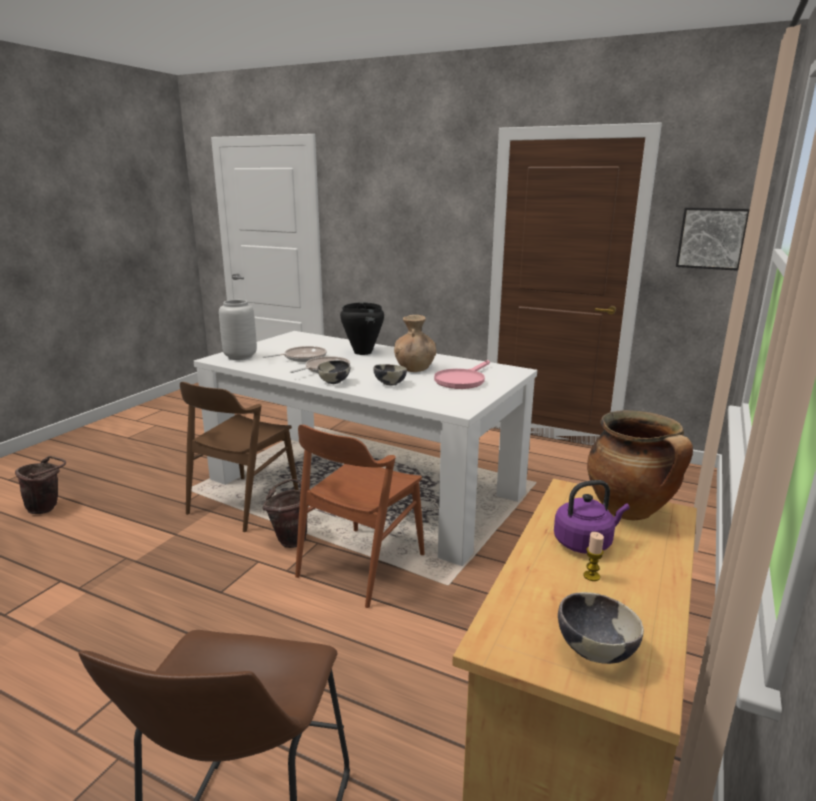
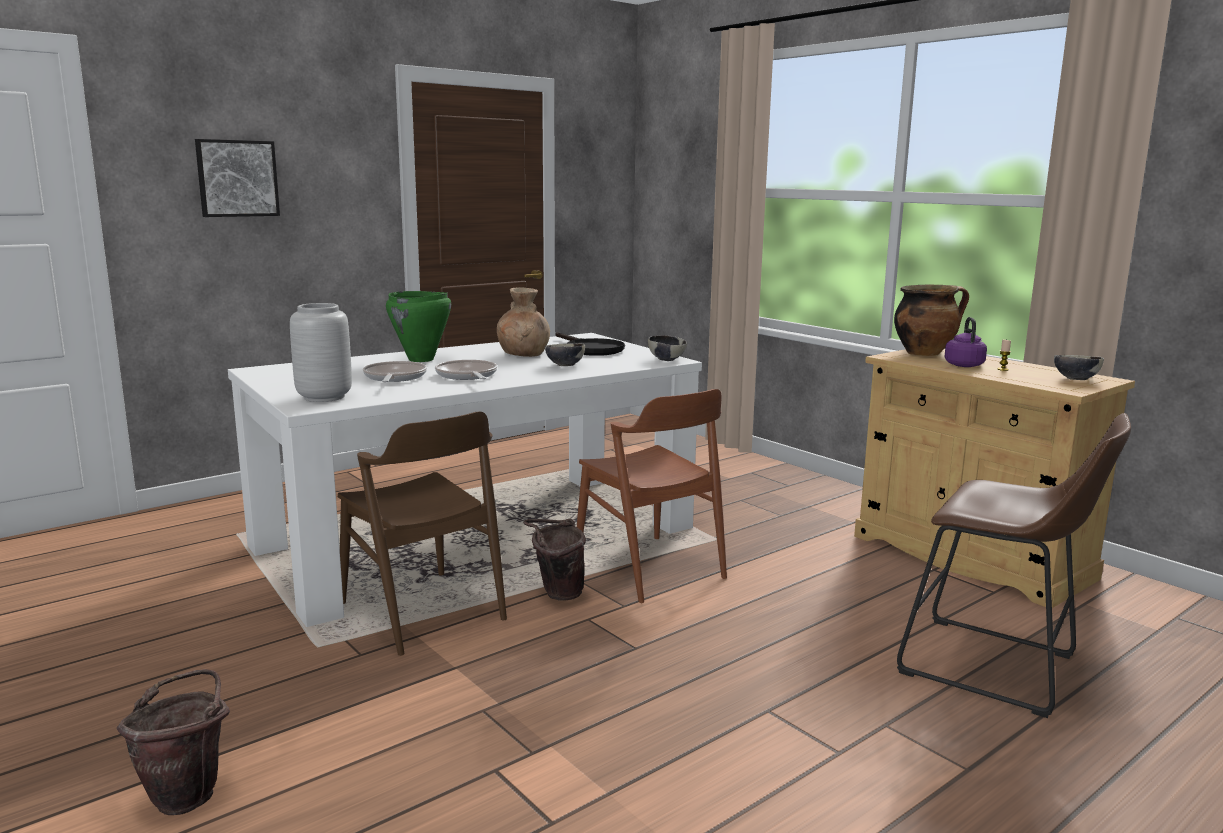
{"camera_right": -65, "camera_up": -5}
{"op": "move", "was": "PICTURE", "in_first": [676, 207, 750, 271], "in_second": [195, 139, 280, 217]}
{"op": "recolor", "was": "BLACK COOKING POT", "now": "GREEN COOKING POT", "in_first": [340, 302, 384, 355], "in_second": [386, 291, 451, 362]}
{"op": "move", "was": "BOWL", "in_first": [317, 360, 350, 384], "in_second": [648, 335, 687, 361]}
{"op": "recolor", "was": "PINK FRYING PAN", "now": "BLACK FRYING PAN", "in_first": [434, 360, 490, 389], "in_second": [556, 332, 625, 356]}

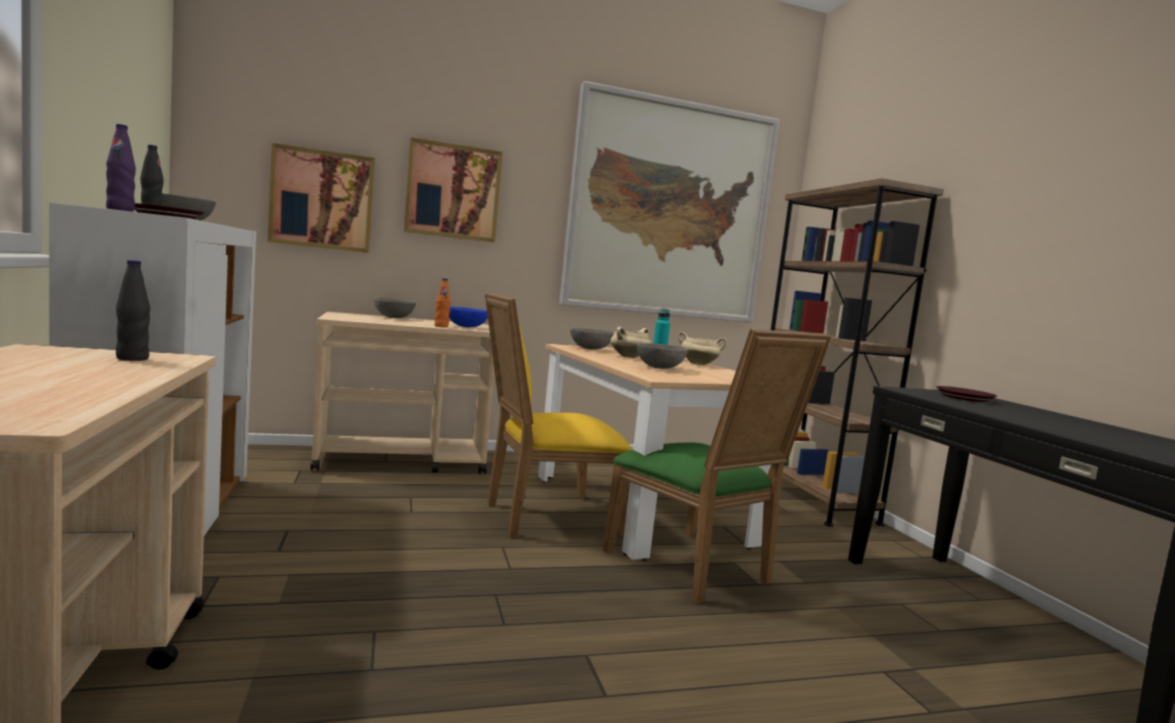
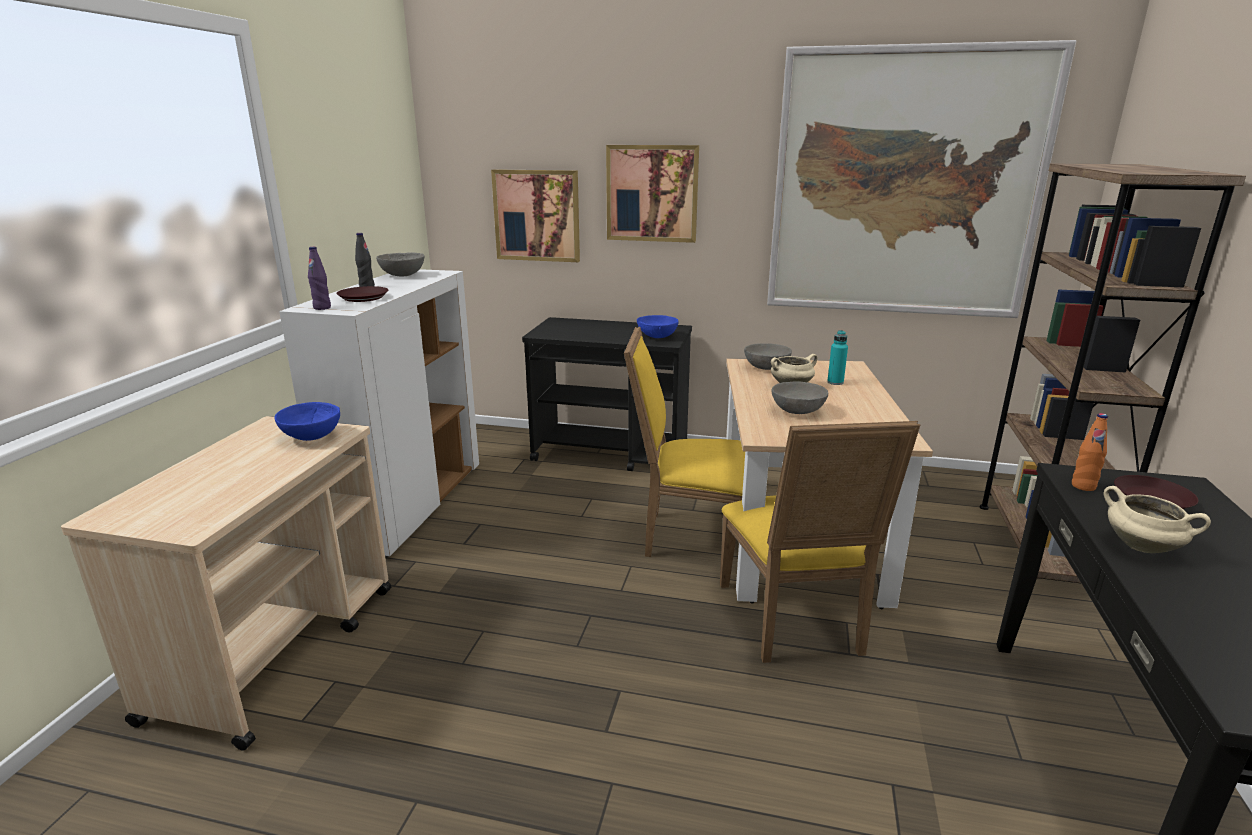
{"camera_right": 30, "camera_up": 15}
{"op": "replace", "was": "BLACK BOTTLE", "now": "BLUE BOWL", "in_first": [116, 260, 150, 361], "in_second": [274, 402, 340, 441]}
{"op": "move", "was": "ORANGE BOTTLE", "in_first": [435, 278, 450, 328], "in_second": [1072, 413, 1108, 491]}
{"op": "delete", "was": "GREY BOWL", "in_first": [374, 298, 416, 318]}
{"op": "recolor", "was": "BEIGE CART", "now": "BLACK CART", "in_first": [310, 312, 494, 474], "in_second": [522, 317, 692, 471]}
{"op": "recolor", "was": "GREEN CHAIR", "now": "YELLOW CHAIR", "in_first": [603, 329, 831, 604], "in_second": [720, 421, 921, 663]}
{"op": "move", "was": "BEIGE COOKING POT", "in_first": [678, 332, 727, 365], "in_second": [1103, 486, 1211, 553]}

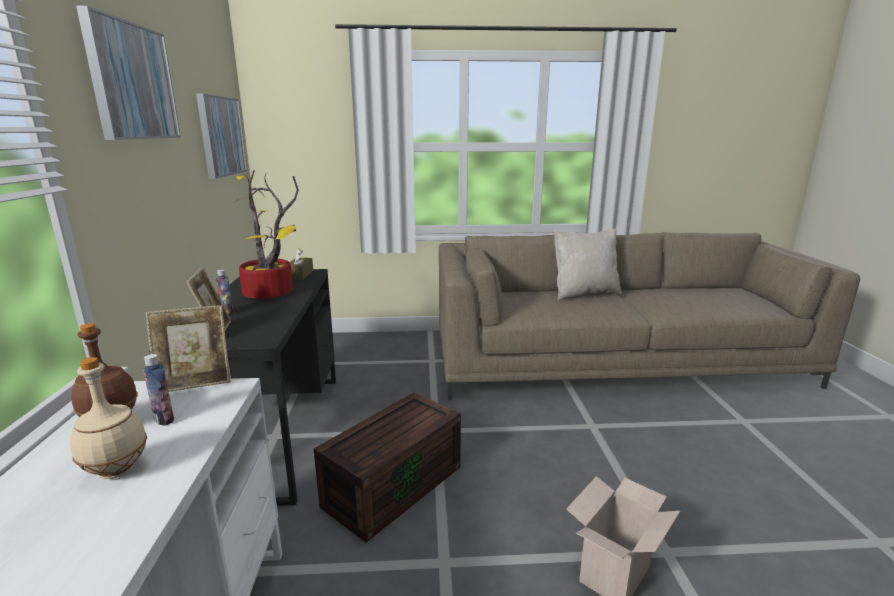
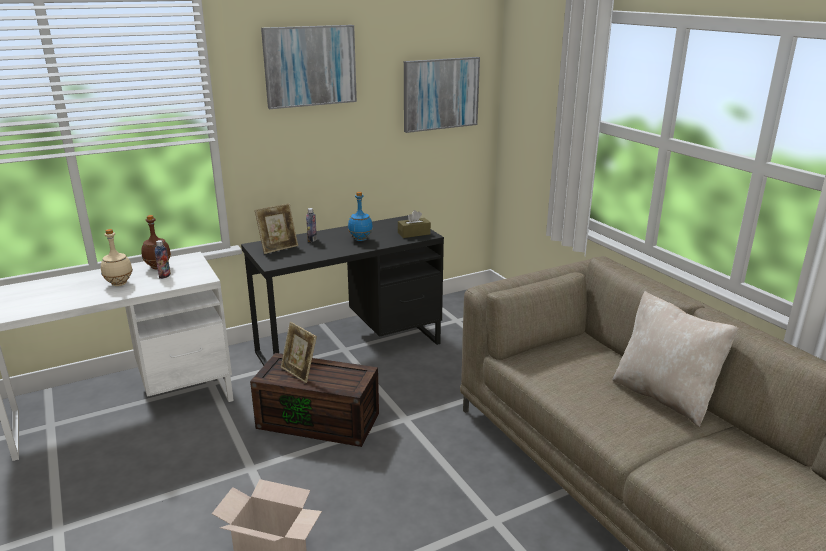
{"camera_right": 65, "camera_up": 5}
{"op": "replace", "was": "POTTED PLANT", "now": "BLUE BOTTLE", "in_first": [235, 170, 299, 299], "in_second": [348, 192, 373, 241]}
{"op": "move", "was": "PICTURE FRAME", "in_first": [146, 305, 231, 392], "in_second": [281, 322, 317, 383]}

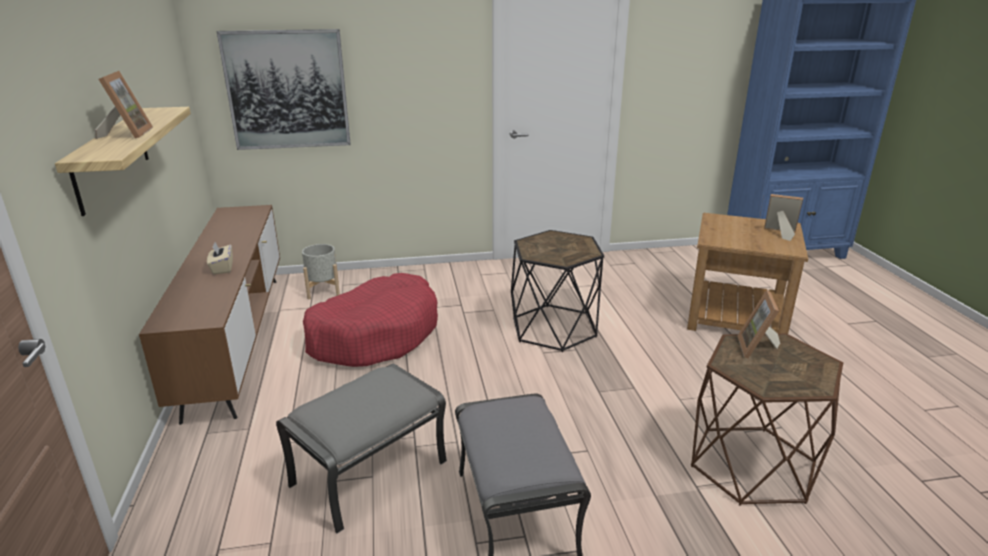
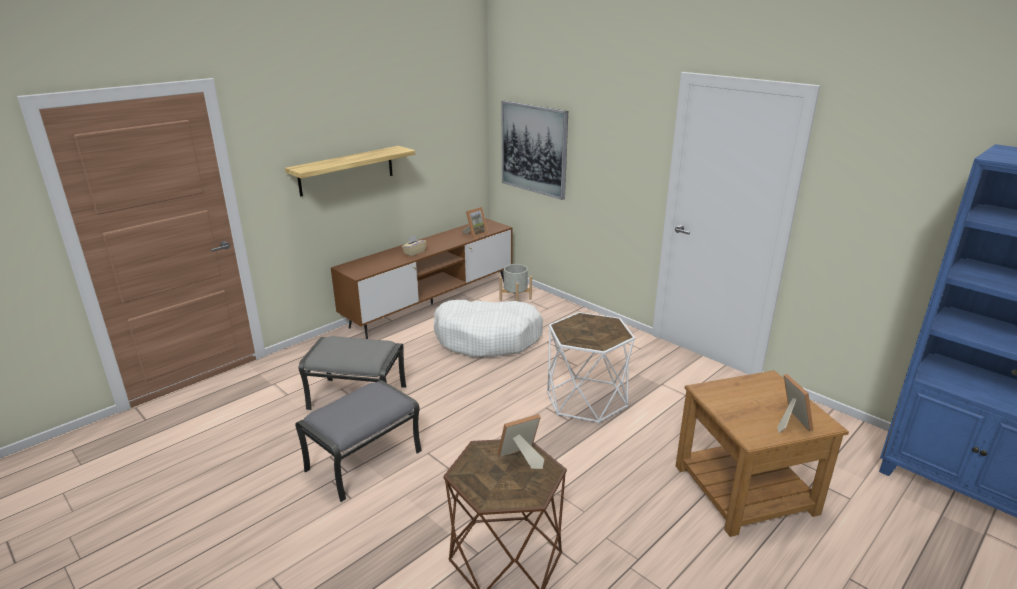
{"camera_right": 55, "camera_up": 0}
{"op": "move", "was": "PICTURE FRAME", "in_first": [95, 71, 153, 139], "in_second": [463, 207, 489, 239]}
{"op": "recolor", "was": "BLACK SIDE TABLE", "now": "WHITE SIDE TABLE", "in_first": [511, 230, 604, 352], "in_second": [547, 312, 635, 424]}
{"op": "recolor", "was": "RED DOG BED", "now": "WHITE DOG BED", "in_first": [303, 273, 438, 367], "in_second": [434, 299, 543, 358]}

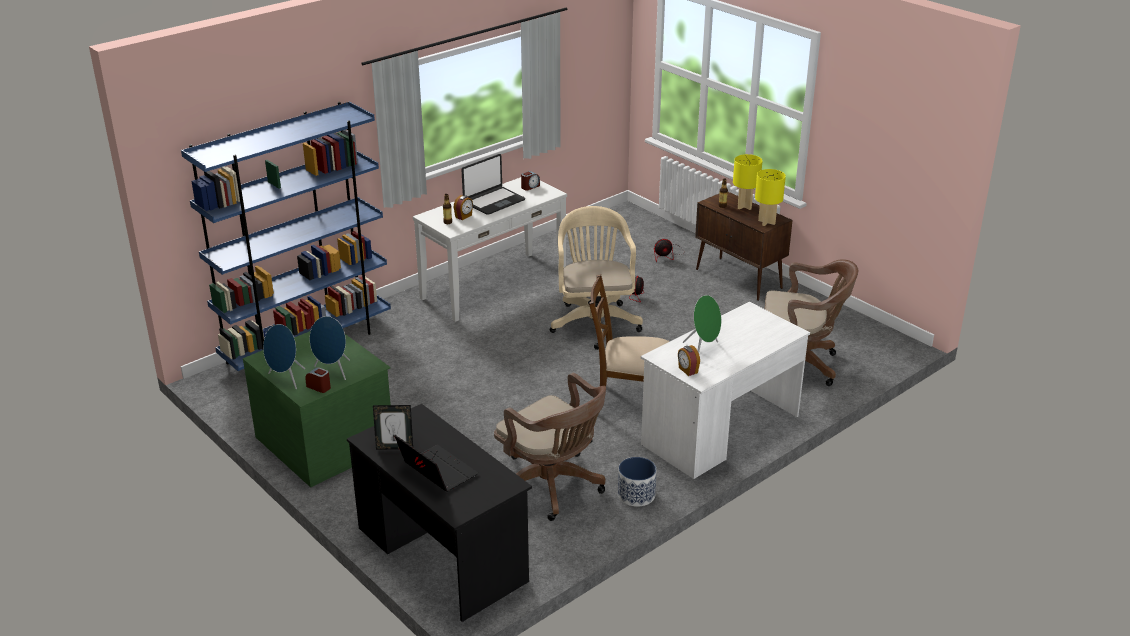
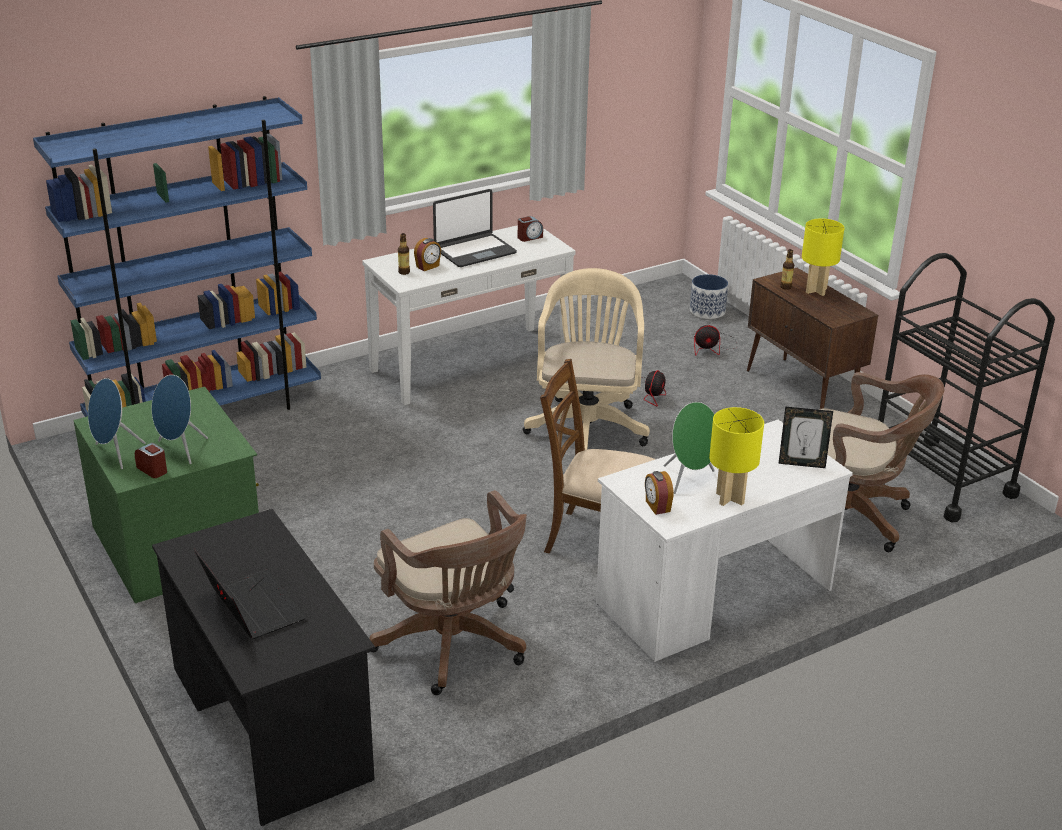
{"camera_right": 10, "camera_up": 0}
{"op": "move", "was": "YELLOW TABLE LAMP", "in_first": [755, 169, 786, 226], "in_second": [709, 407, 764, 506]}
{"op": "move", "was": "PICTURE FRAME", "in_first": [373, 405, 413, 450], "in_second": [778, 406, 833, 468]}
{"op": "move", "was": "PLANTER", "in_first": [618, 457, 657, 507], "in_second": [690, 274, 728, 319]}
{"op": "insert", "now": "BLACK CART", "in_second": [878, 253, 1055, 523]}

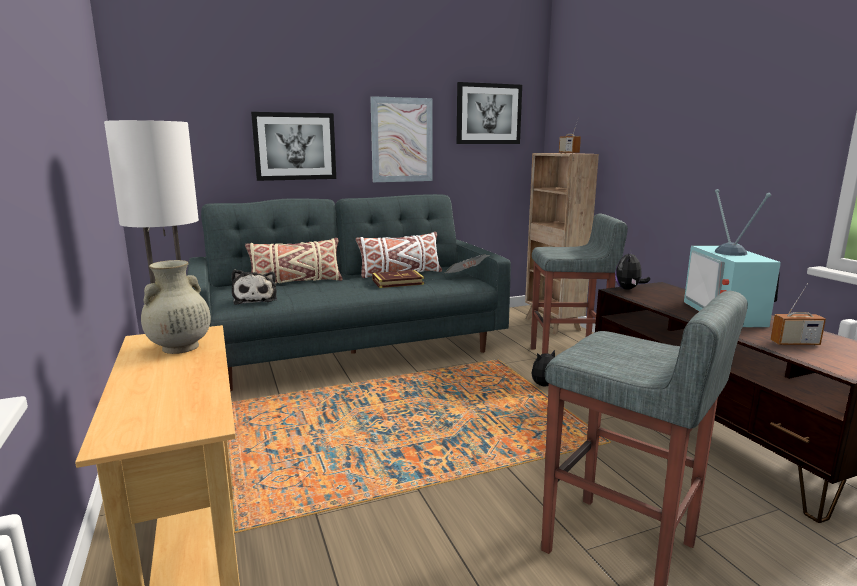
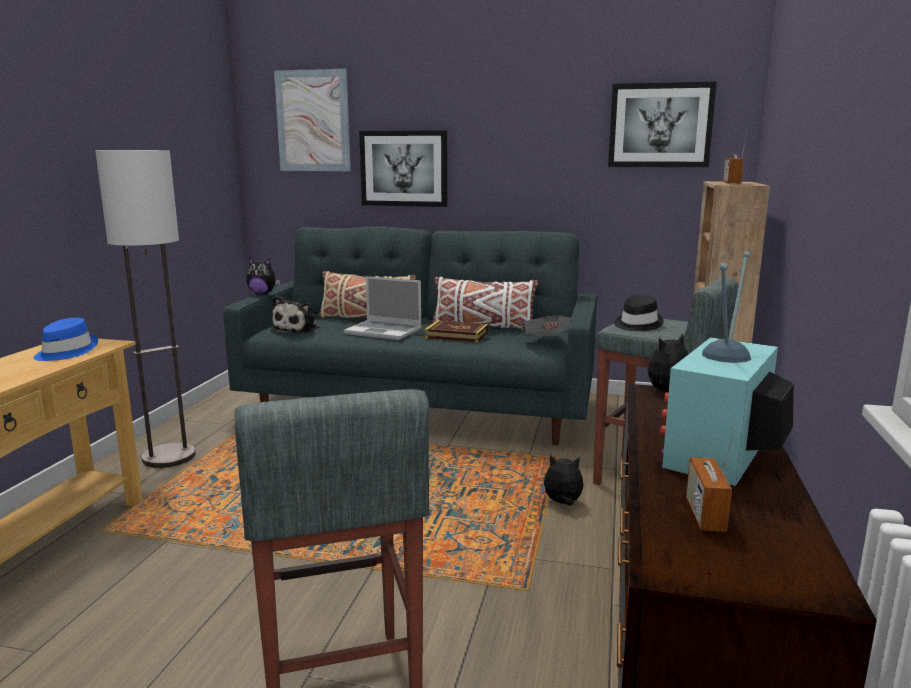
{"camera_right": 35, "camera_up": 0}
{"op": "move", "was": "PICTURE", "in_first": [370, 96, 433, 182], "in_second": [274, 69, 351, 171]}
{"op": "replace", "was": "BEIGE VASE", "now": "BLUE HAT", "in_first": [141, 260, 211, 354], "in_second": [34, 318, 98, 361]}
{"op": "rotate", "was": "RADIO", "in_first": [770, 283, 826, 345], "in_second": [686, 428, 735, 532], "clockwise": 60}
{"op": "insert", "now": "PLUSH TOY", "in_second": [246, 258, 281, 294]}
{"op": "insert", "now": "LAPTOP", "in_second": [344, 276, 422, 340]}
{"op": "insert", "now": "BLACK HAT", "in_second": [614, 295, 664, 331]}

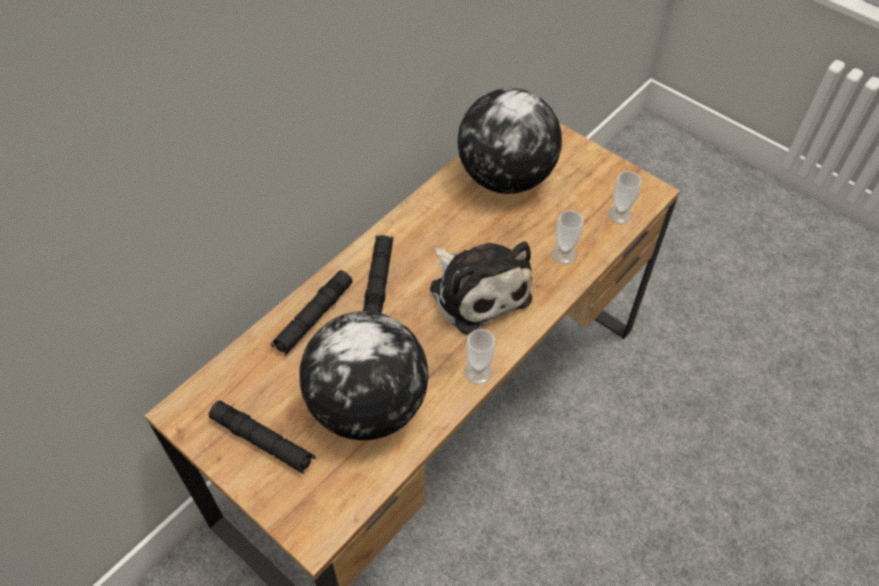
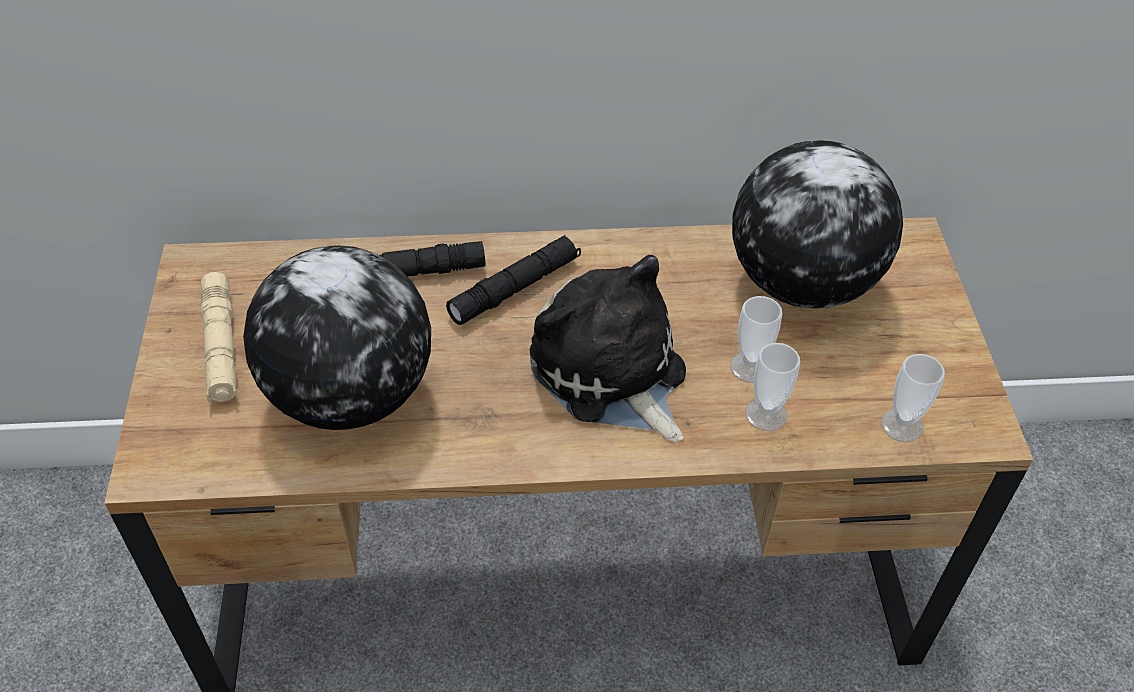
{"camera_right": 45, "camera_up": -5}
{"op": "rotate", "was": "PLUSH TOY", "in_first": [430, 241, 532, 335], "in_second": [530, 255, 686, 442], "clockwise": 135}
{"op": "move", "was": "CUP", "in_first": [464, 329, 495, 384], "in_second": [730, 296, 782, 383]}
{"op": "recolor", "was": "BLACK FLASHLIGHT", "now": "BEIGE FLASHLIGHT", "in_first": [209, 400, 315, 474], "in_second": [201, 272, 238, 403]}

